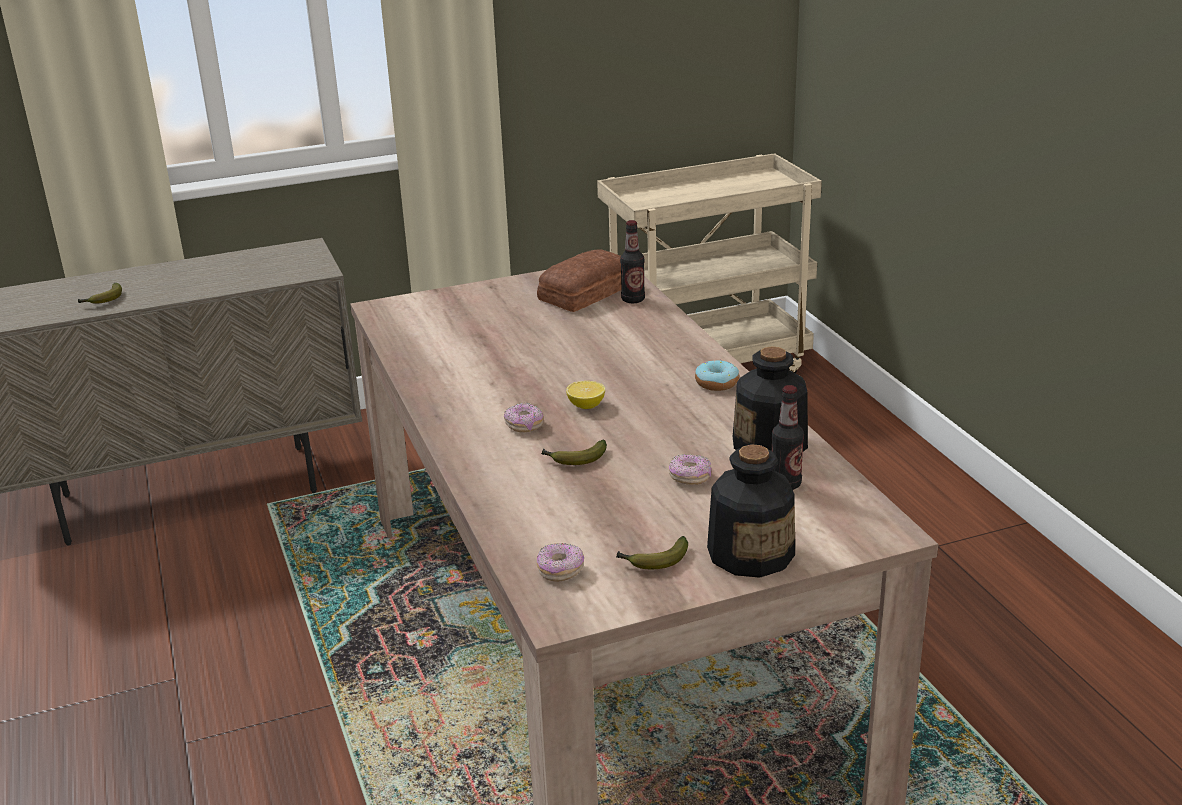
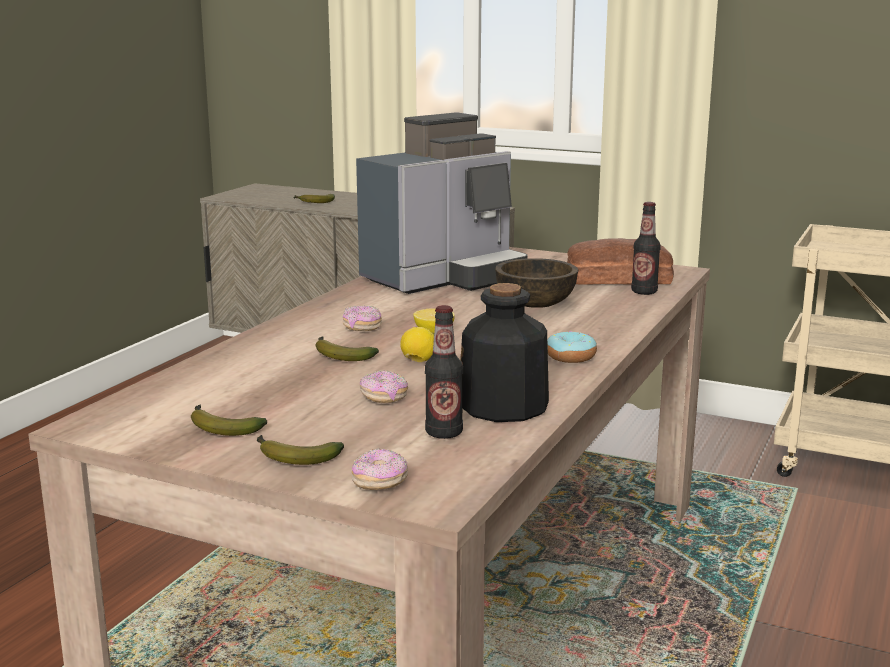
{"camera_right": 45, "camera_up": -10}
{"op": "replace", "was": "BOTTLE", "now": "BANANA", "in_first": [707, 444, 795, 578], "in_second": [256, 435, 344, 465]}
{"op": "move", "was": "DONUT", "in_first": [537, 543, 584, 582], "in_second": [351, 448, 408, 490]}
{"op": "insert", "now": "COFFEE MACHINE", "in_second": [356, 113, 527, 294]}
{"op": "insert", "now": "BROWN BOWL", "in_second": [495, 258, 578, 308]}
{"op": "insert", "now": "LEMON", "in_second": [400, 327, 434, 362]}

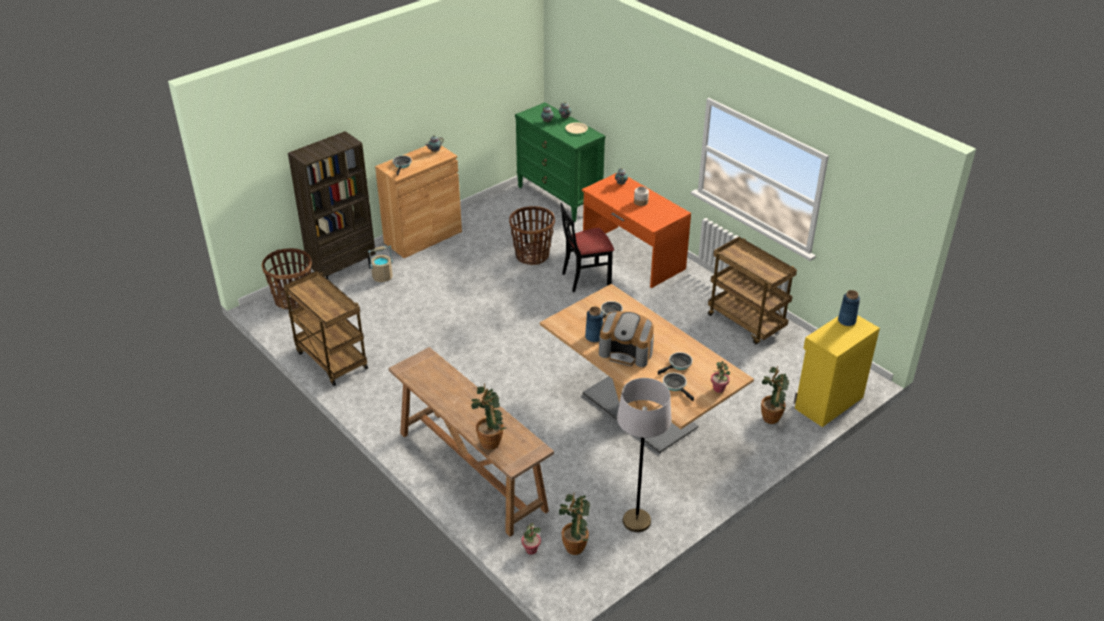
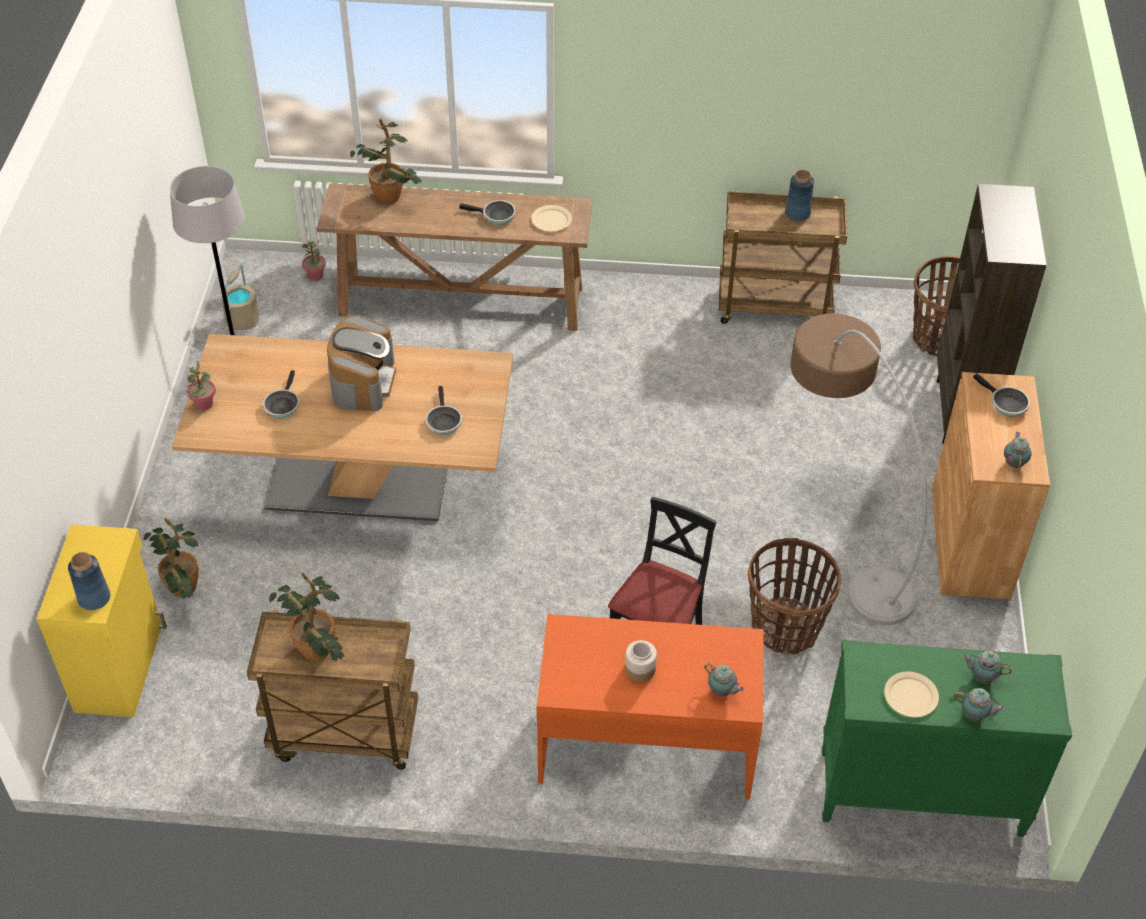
{"camera_right": 135, "camera_up": 10}
{"op": "move", "was": "BEIGE BUCKET", "in_first": [368, 245, 393, 282], "in_second": [221, 264, 259, 330]}
{"op": "move", "was": "BLUE VASE", "in_first": [585, 307, 603, 342], "in_second": [785, 170, 814, 221]}
{"op": "rotate", "was": "COFFEE MACHINE", "in_first": [599, 311, 654, 367], "in_second": [327, 315, 396, 412], "clockwise": 120}
{"op": "move", "was": "FRYING PAN", "in_first": [663, 373, 694, 401], "in_second": [459, 200, 516, 225]}
{"op": "move", "was": "POTTED PLANT", "in_first": [559, 492, 590, 555], "in_second": [269, 572, 345, 661]}
{"op": "insert", "now": "BEIGE PLATE", "in_second": [531, 205, 572, 231]}
{"op": "insert", "now": "FLOOR LAMP", "in_second": [790, 313, 927, 625]}

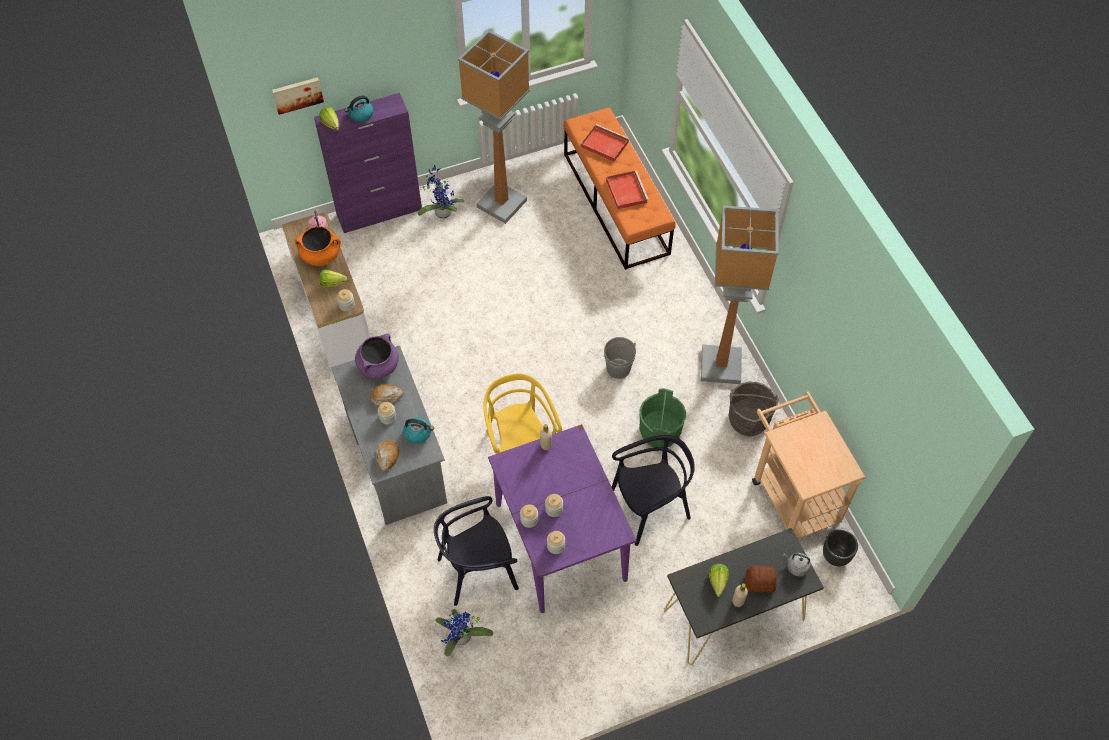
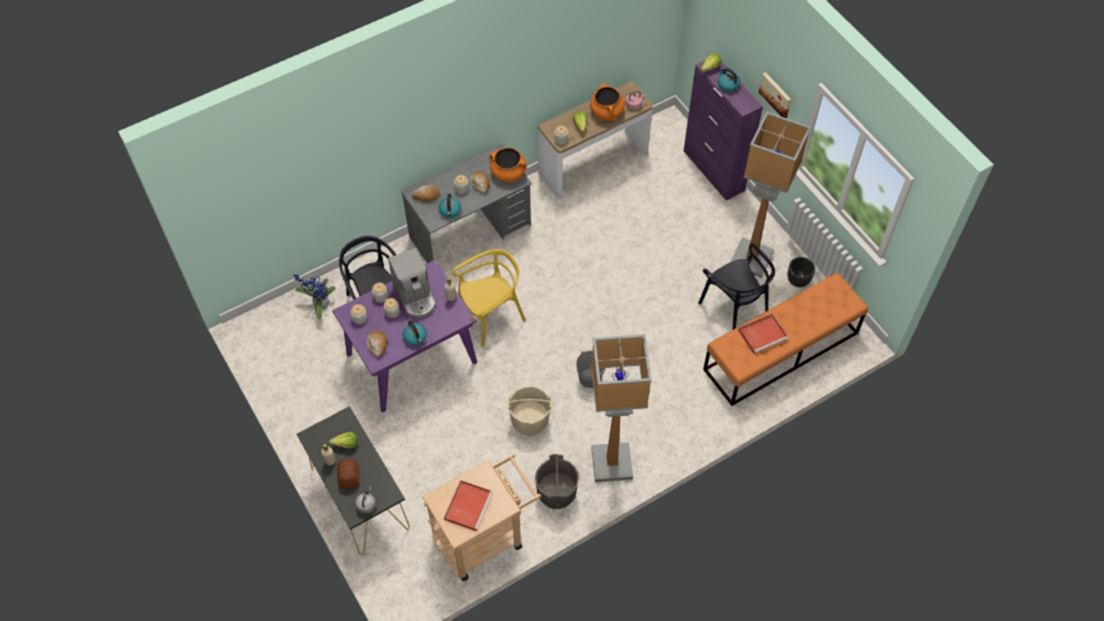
{"camera_right": 80, "camera_up": 0}
{"op": "move", "was": "PICTURE", "in_first": [272, 77, 324, 115], "in_second": [759, 72, 791, 118]}
{"op": "move", "was": "RED TRAY", "in_first": [581, 124, 629, 162], "in_second": [444, 480, 493, 531]}
{"op": "delete", "was": "POTTED PLANT", "in_first": [418, 165, 464, 219]}
{"op": "recolor", "was": "PURPLE COOKING POT", "now": "ORANGE COOKING POT", "in_first": [355, 333, 399, 379], "in_second": [490, 148, 527, 182]}
{"op": "recolor", "was": "GREEN BUCKET", "now": "BEIGE BUCKET", "in_first": [639, 388, 686, 447], "in_second": [507, 386, 552, 436]}
{"op": "move", "was": "BLACK CHAIR", "in_first": [612, 435, 695, 546], "in_second": [698, 244, 775, 330]}
{"op": "move", "was": "BLACK PLANTER", "in_first": [823, 529, 858, 566], "in_second": [788, 257, 815, 287]}
{"op": "insert", "now": "COFFEE MACHINE", "in_second": [388, 248, 436, 318]}
{"op": "insert", "now": "KETTLE", "in_second": [402, 321, 427, 346]}
{"op": "insert", "now": "BREAD", "in_second": [367, 330, 387, 357]}

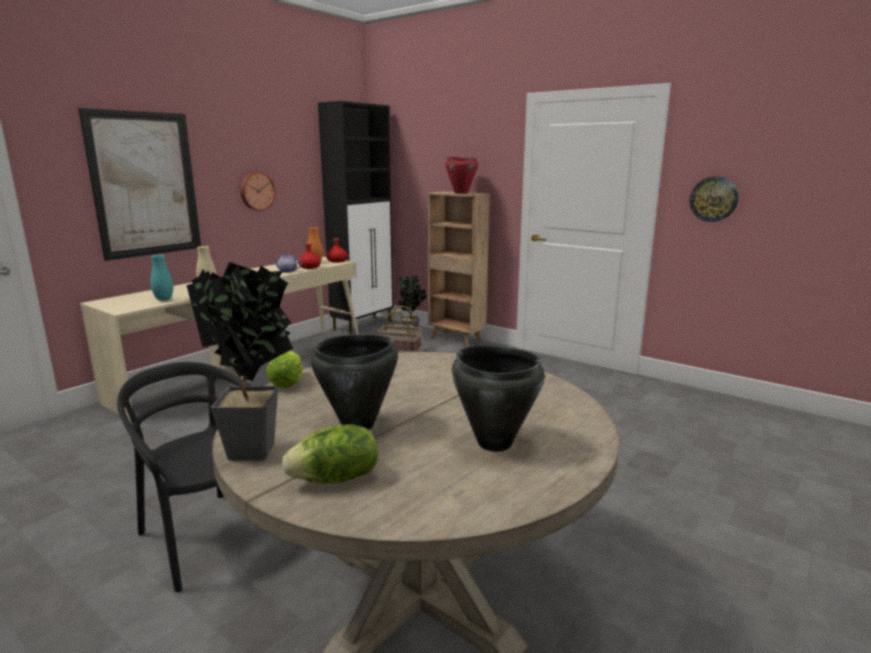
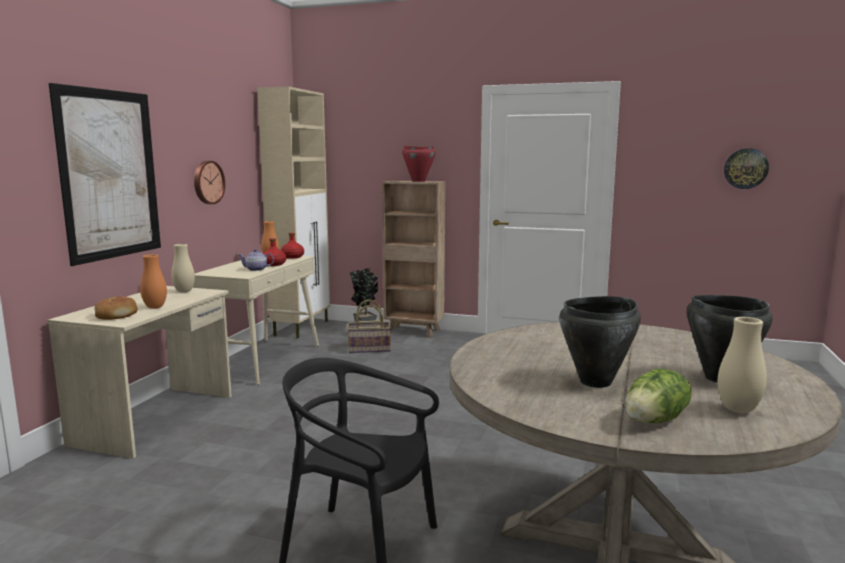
{"camera_right": -20, "camera_up": -5}
{"op": "recolor", "was": "BLACK CABINET", "now": "BEIGE CABINET", "in_first": [318, 101, 394, 335], "in_second": [257, 87, 330, 338]}
{"op": "move", "was": "WALL CLOCK", "in_first": [690, 177, 739, 222], "in_second": [724, 148, 769, 189]}
{"op": "recolor", "was": "TURQUOISE VASE", "now": "ORANGE VASE", "in_first": [150, 255, 173, 301], "in_second": [140, 254, 167, 309]}
{"op": "delete", "was": "POTTED PLANT", "in_first": [187, 262, 293, 461]}
{"op": "delete", "was": "LETTUCE", "in_first": [266, 351, 303, 388]}
{"op": "insert", "now": "BREAD", "in_second": [95, 296, 138, 320]}
{"op": "insert", "now": "BEIGE VASE", "in_second": [718, 317, 767, 413]}

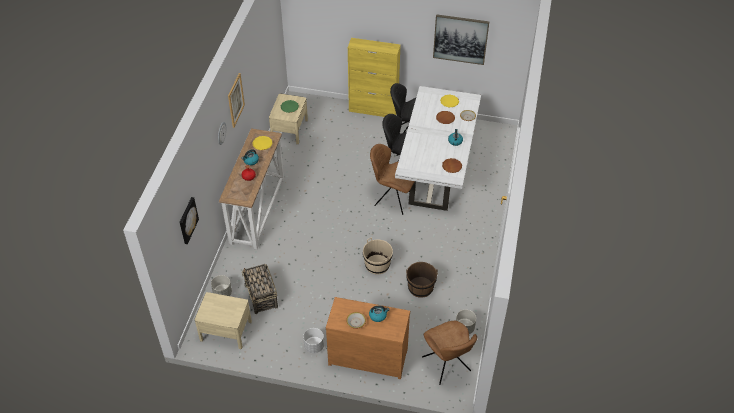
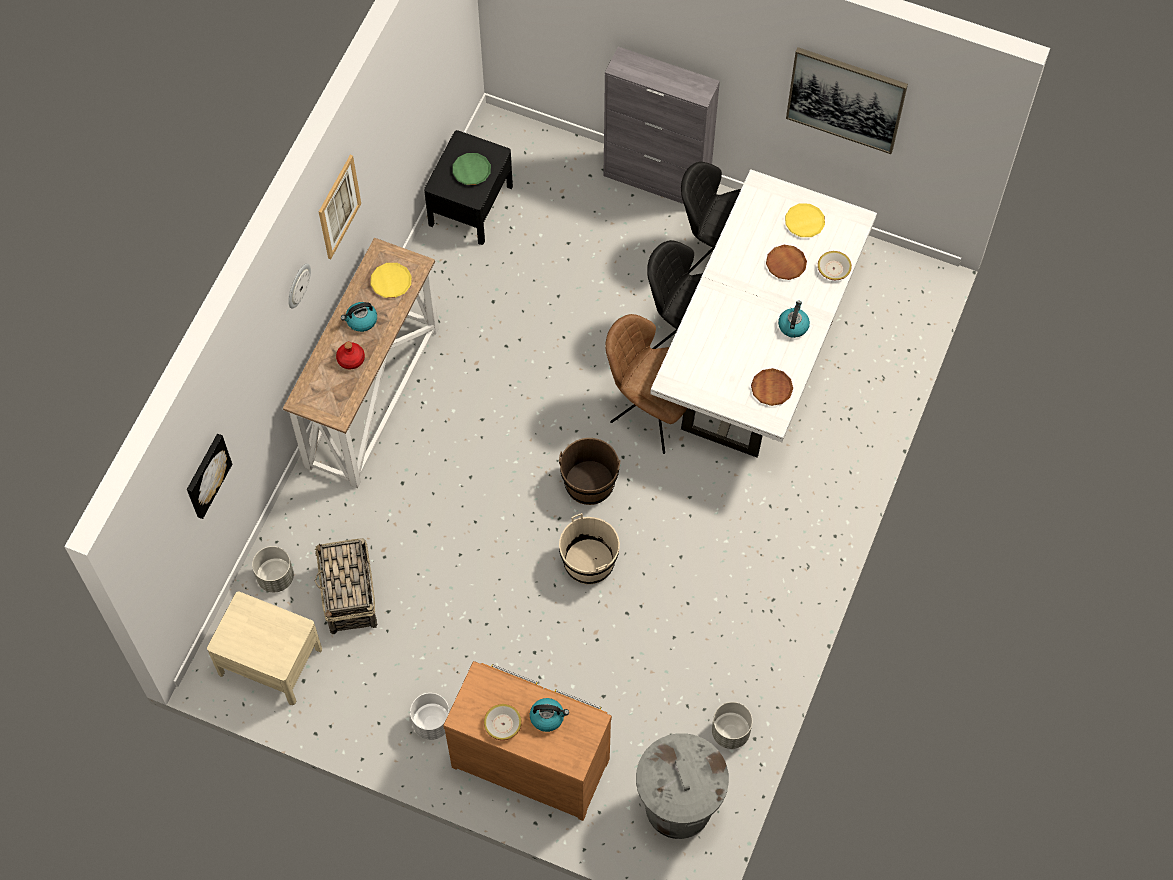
{"camera_right": 10, "camera_up": 15}
{"op": "recolor", "was": "YELLOW CABINET", "now": "GREY CABINET", "in_first": [348, 38, 400, 117], "in_second": [603, 47, 720, 204]}
{"op": "recolor", "was": "BEIGE NIGHTSTAND", "now": "BLACK NIGHTSTAND", "in_first": [269, 94, 308, 144], "in_second": [424, 130, 513, 245]}
{"op": "move", "was": "BROWN BUCKET", "in_first": [406, 262, 438, 298], "in_second": [559, 438, 620, 505]}
{"op": "replace", "was": "BROWN CHAIR", "now": "GREY TRASH CAN", "in_first": [422, 320, 477, 385], "in_second": [636, 733, 729, 839]}

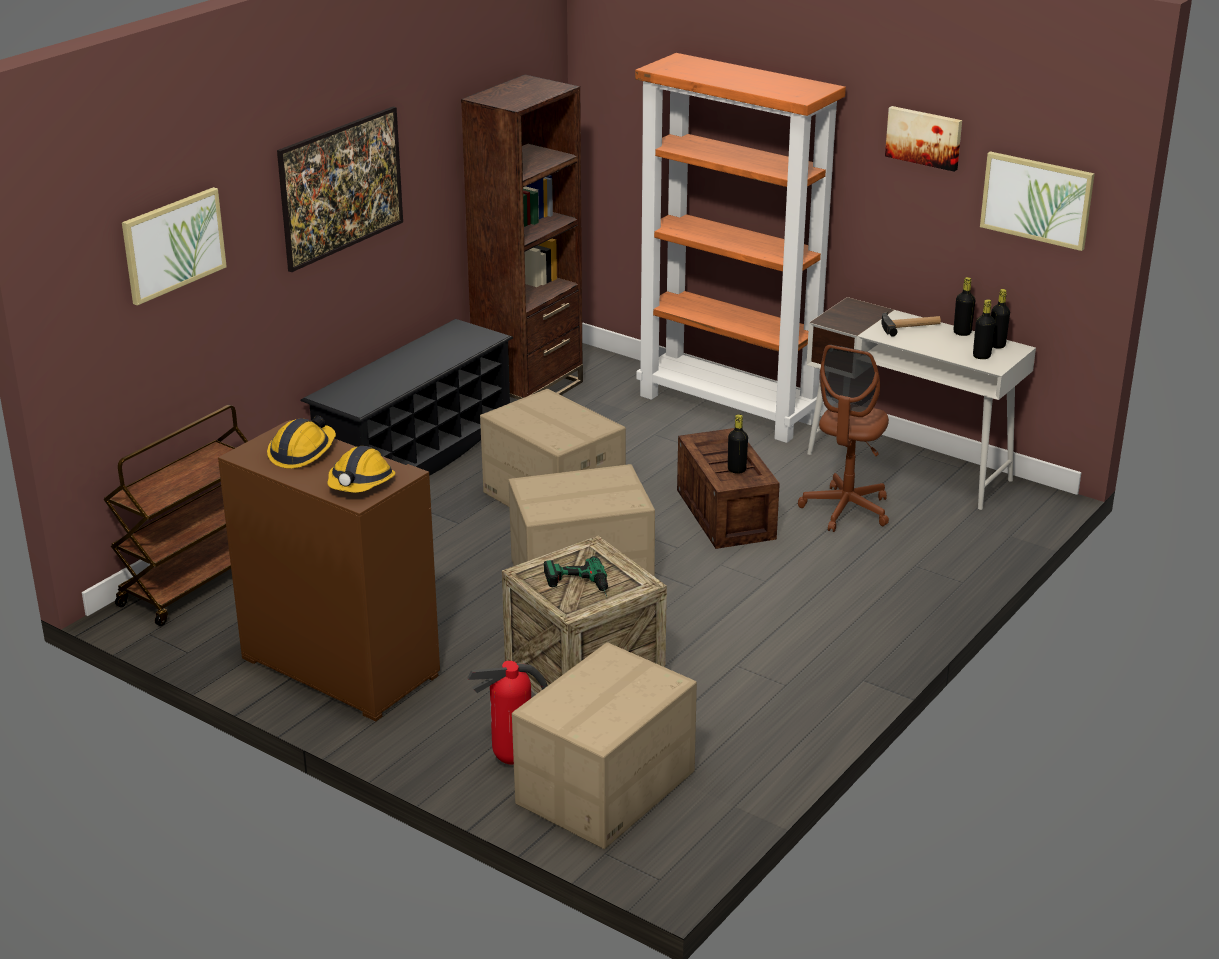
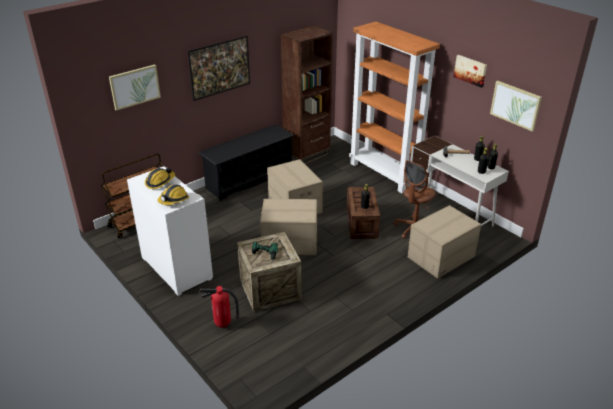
{"camera_right": 15, "camera_up": 5}
{"op": "recolor", "was": "BROWN CABINET", "now": "WHITE CABINET", "in_first": [218, 420, 440, 722], "in_second": [127, 166, 213, 296]}
{"op": "move", "was": "CARDBOARD BOX", "in_first": [512, 642, 697, 849], "in_second": [408, 205, 481, 279]}

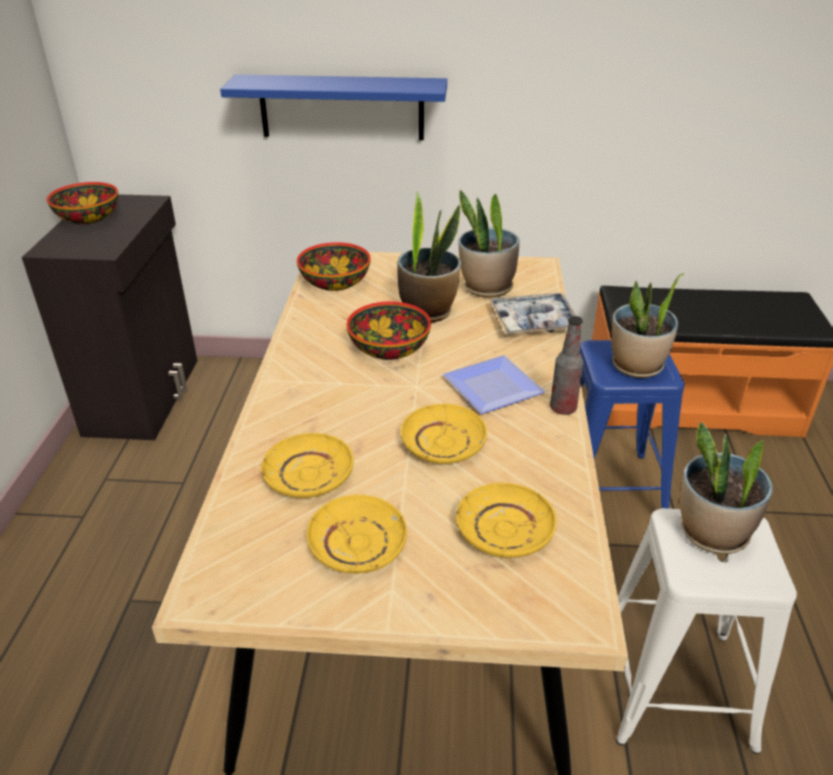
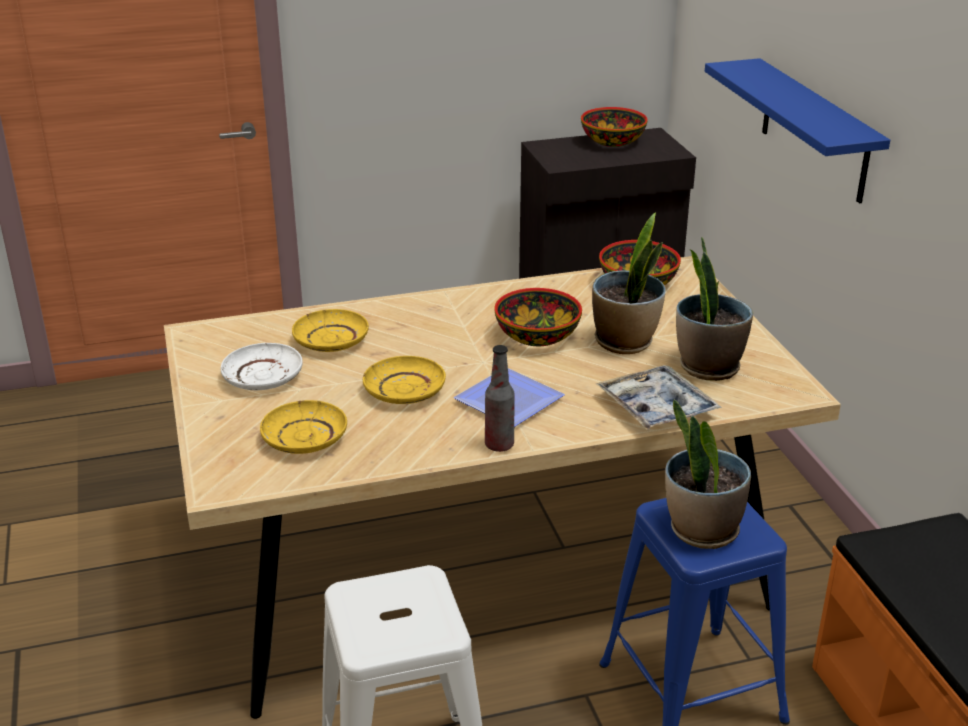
{"camera_right": 70, "camera_up": -5}
{"op": "delete", "was": "POTTED PLANT", "in_first": [680, 422, 773, 554]}
{"op": "recolor", "was": "YELLOW PLATE", "now": "WHITE PLATE", "in_first": [306, 495, 407, 573], "in_second": [220, 343, 303, 390]}

